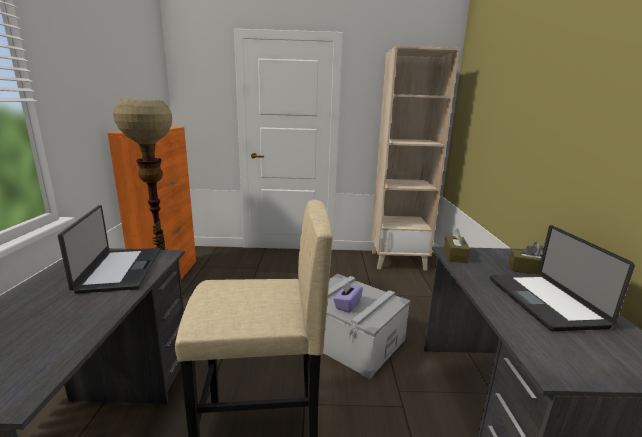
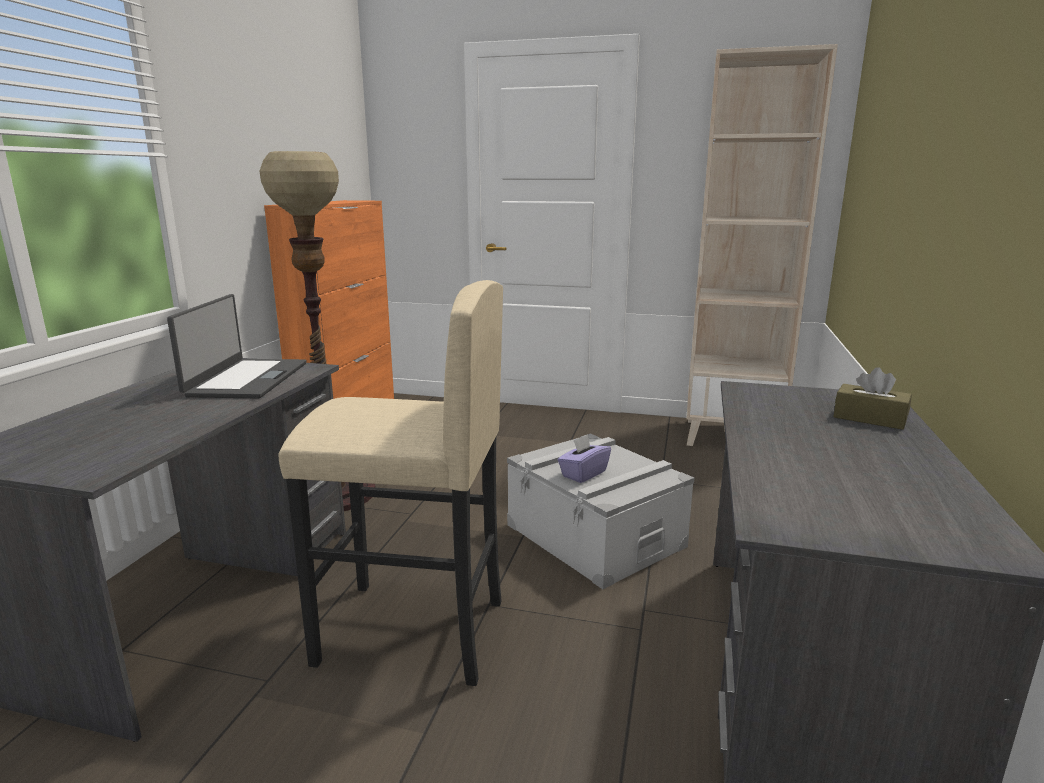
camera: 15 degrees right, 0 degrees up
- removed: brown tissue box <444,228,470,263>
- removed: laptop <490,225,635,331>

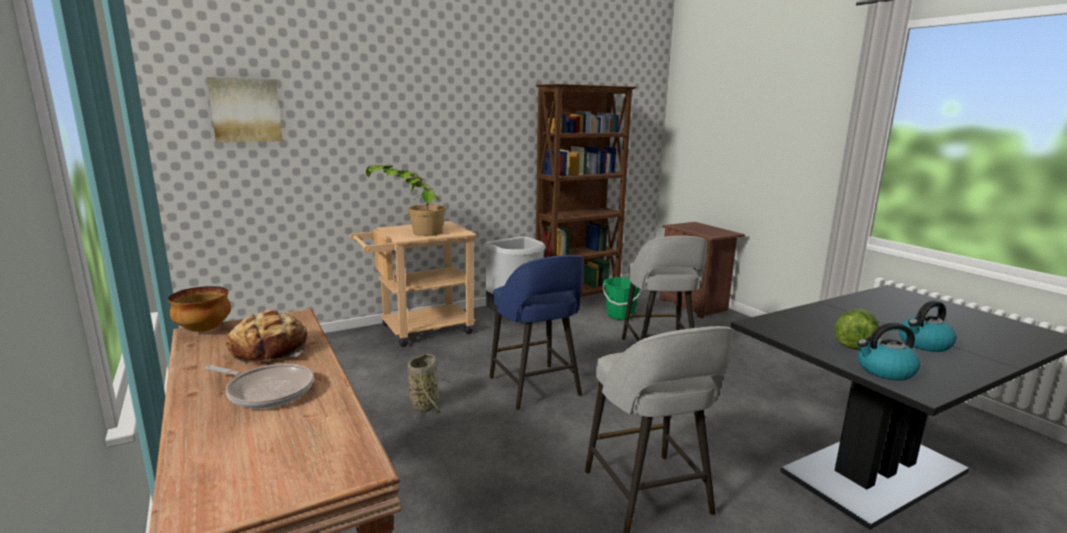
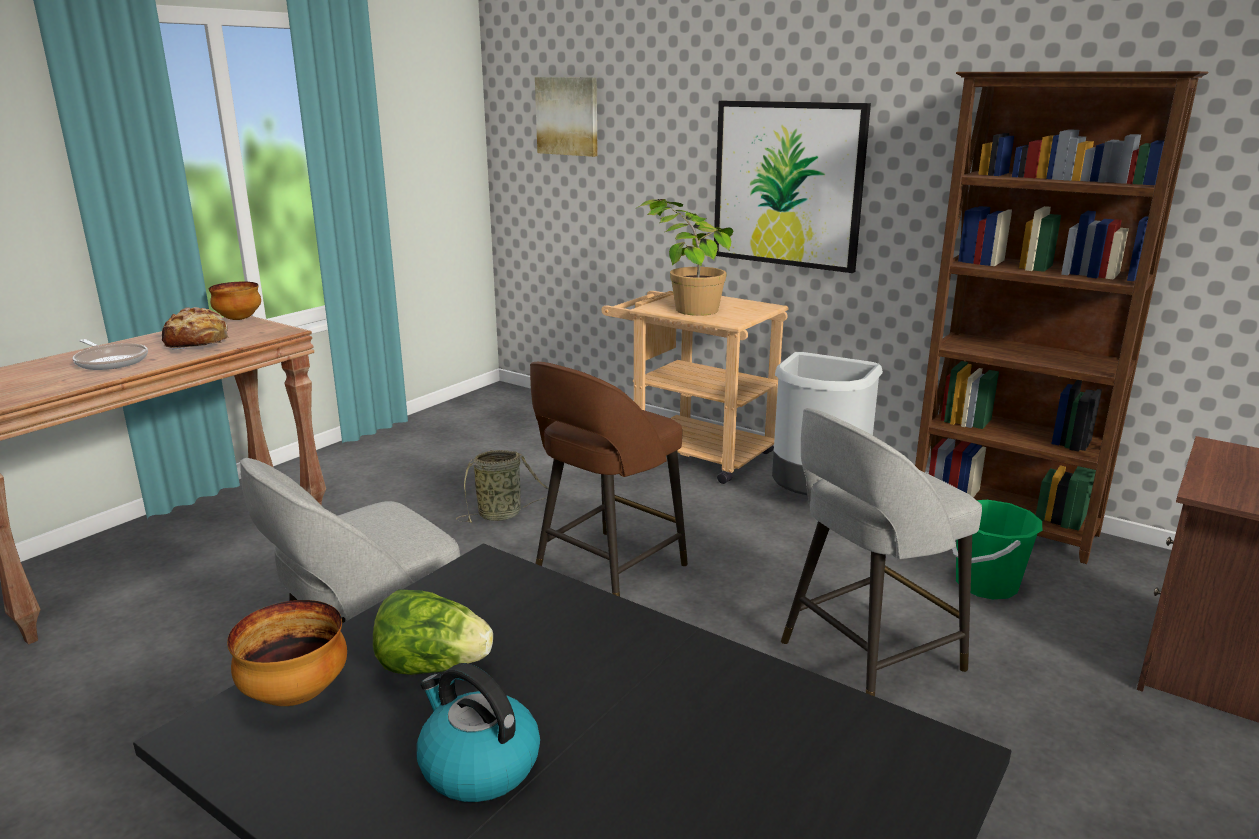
camera: 65 degrees right, 5 degrees up
- turned: frying pan <205,364,314,409> = <72,339,148,370> 45 degrees counterclockwise
- replaced: kettle <857,323,920,381> to bowl <227,600,347,706>
- recoloured: blue stool <490,255,584,410> to brown stool <530,362,688,597>
- added: picture <714,101,871,273>

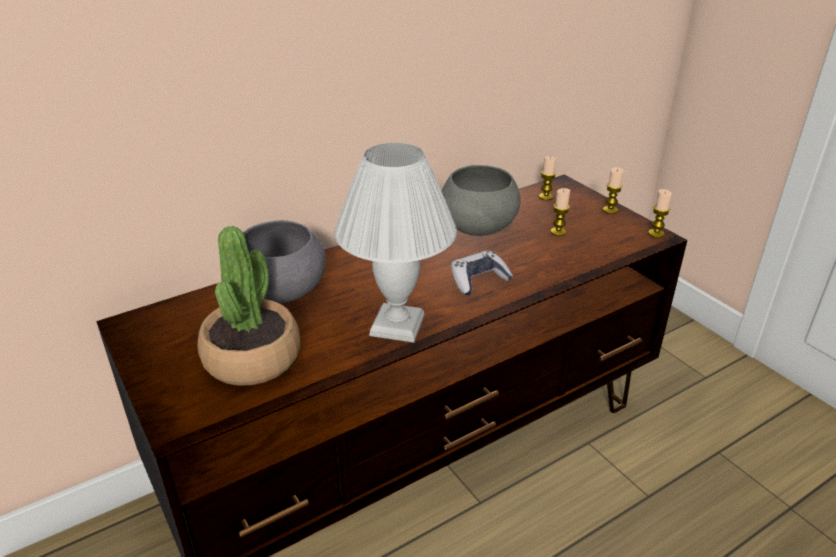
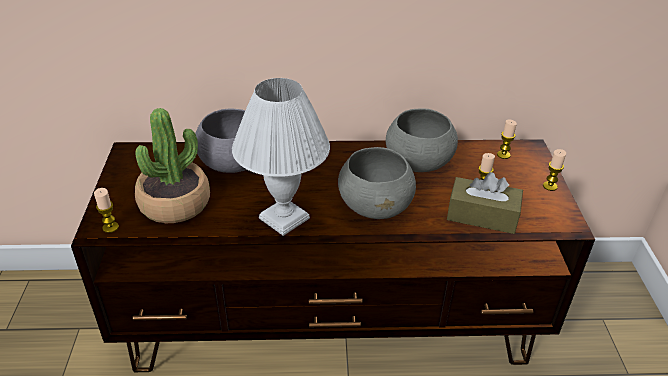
camera: 30 degrees right, 5 degrees up
- moved: candle <648,189,672,238> to <94,188,119,233>
- replaced: game controller <451,250,513,295> to grey bowl <338,147,416,219>
- added: brown tissue box <447,172,523,234>

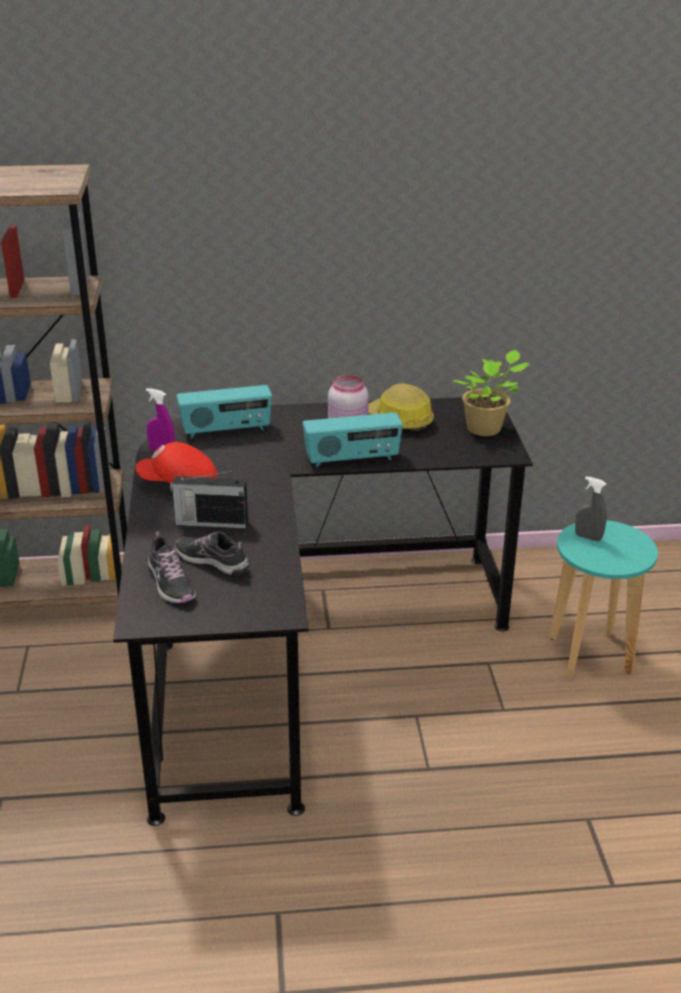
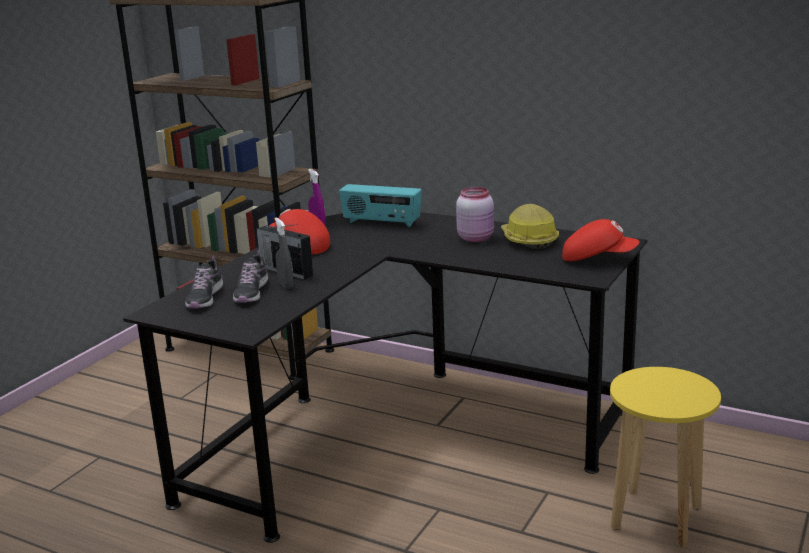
camera: 35 degrees right, 10 degrees down
- turned: shoe <175,531,249,576> = <233,251,268,302> 150 degrees counterclockwise
- moved: grey spray bottle <575,476,607,541> to <275,218,294,289>
- replaced: potted plant <453,349,530,436> to red cap <562,219,640,261>
- recoloured: turquoise stool <549,520,658,679> to yellow stool <610,367,721,548>
- removed: radio <302,412,403,467>

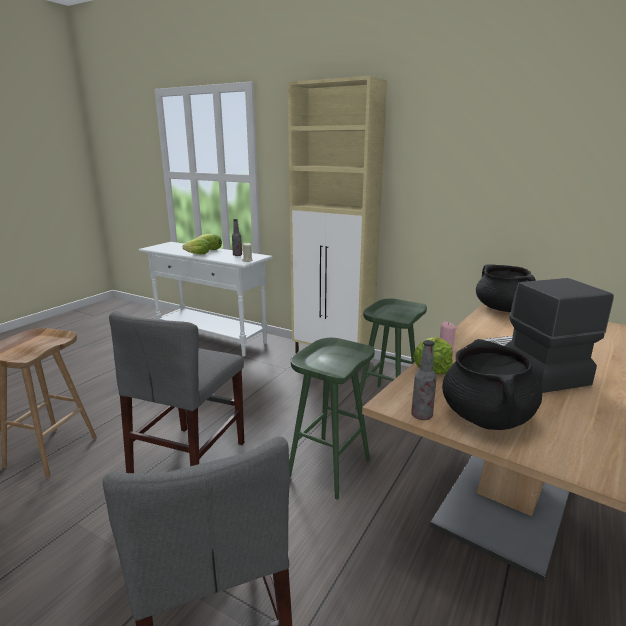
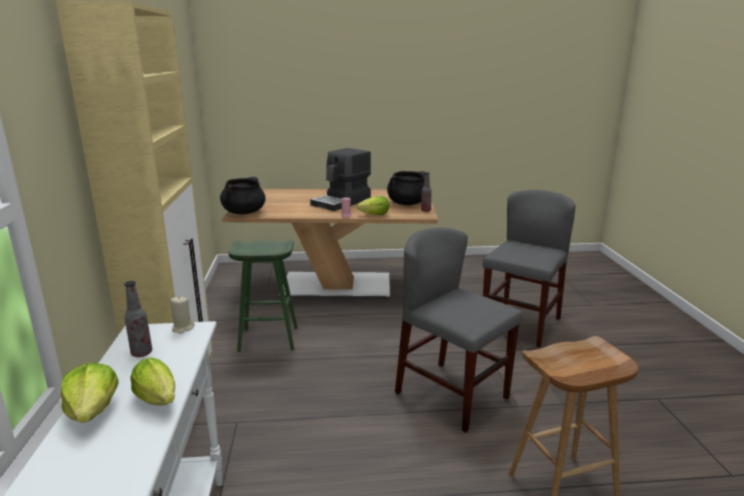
camera: 125 degrees left, 0 degrees up
- turned: grey chair <109,311,244,473> = <395,227,522,433> 120 degrees counterclockwise
- removed: green stool <289,338,375,500>

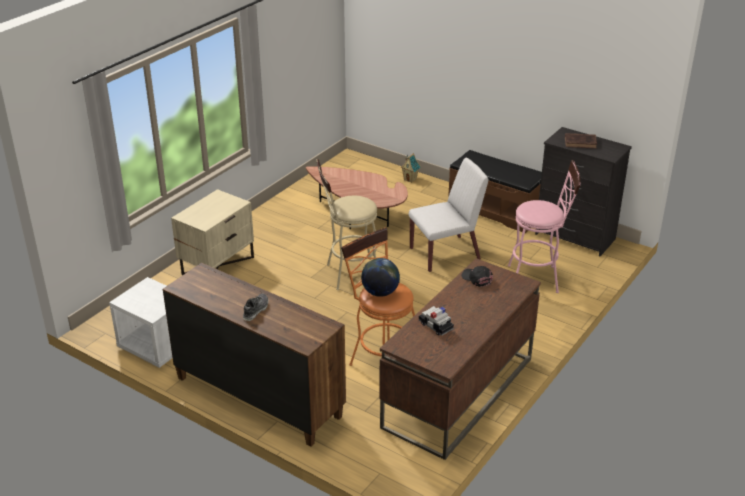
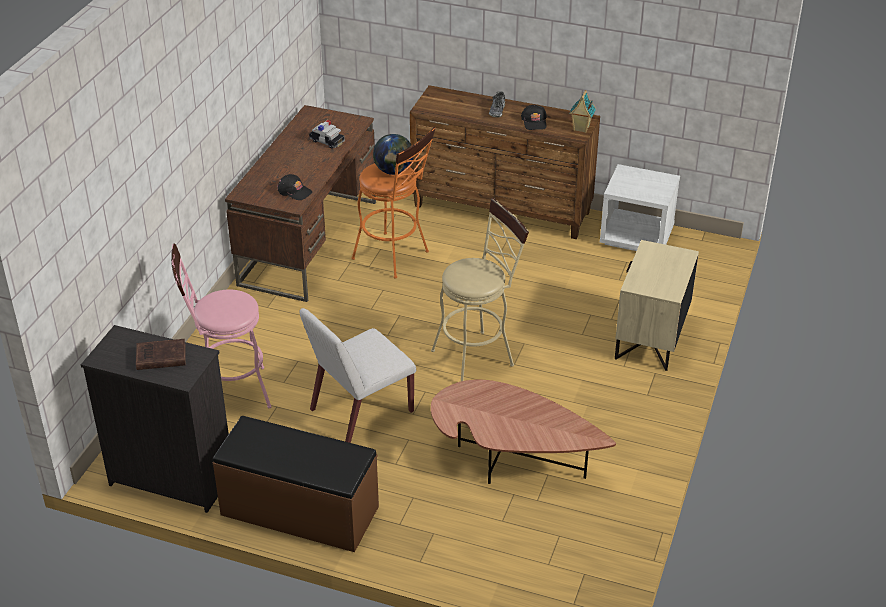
camera: 165 degrees right, 5 degrees up
- added: black cap <521,105,547,130>
- moved: toy house <401,153,420,183> to <569,90,596,133>

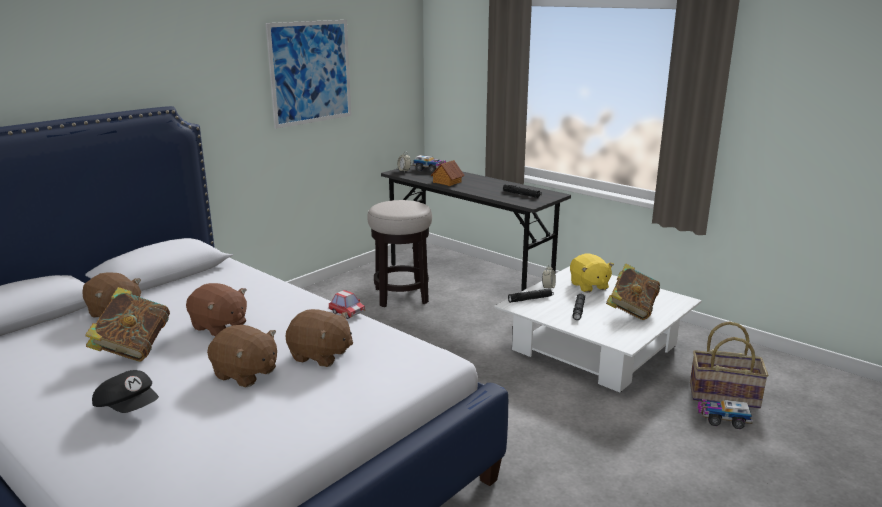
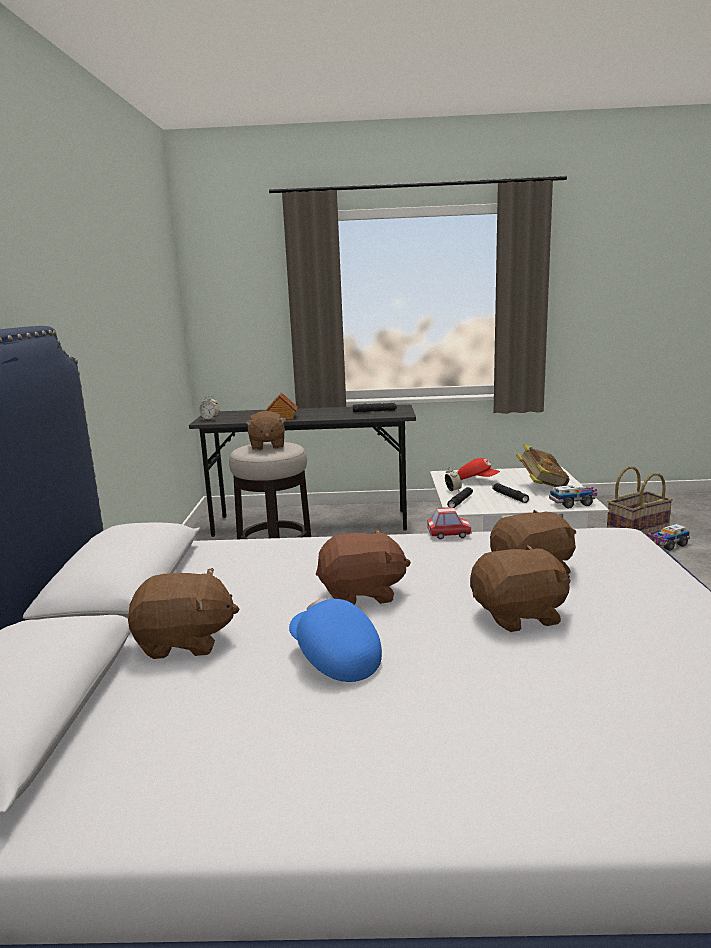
camera: 40 degrees left, 5 degrees down
- added: brown plush toy <245,411,286,451>
- replaced: book <86,287,170,362> to blue cap <289,598,382,682>
- replaced: yellow plush toy <570,253,614,292> to red cap <457,458,500,480>
- moved: toy truck <412,155,446,173> to <549,485,597,509>
- removed: black cap <92,370,159,413>
- removed: picture <266,20,351,129>

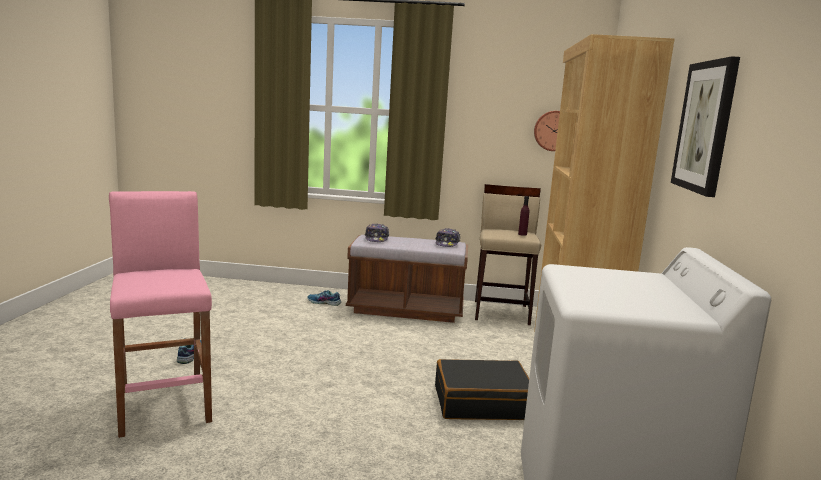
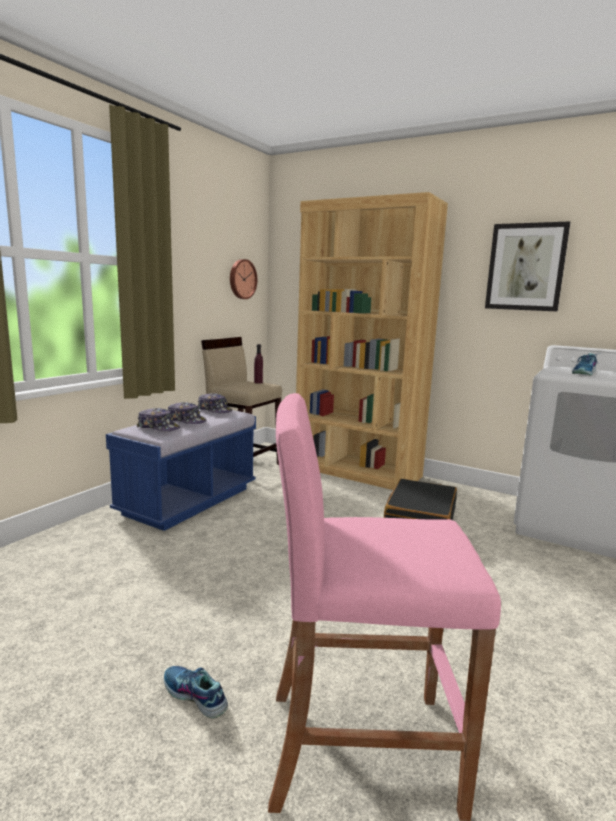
camera: 65 degrees left, 0 degrees up
- recoloured: brown bench <346,235,468,323> to blue bench <106,409,256,531>
- added: cap <168,402,207,424>
- moved: shoe <307,290,341,306> to <572,353,601,376>

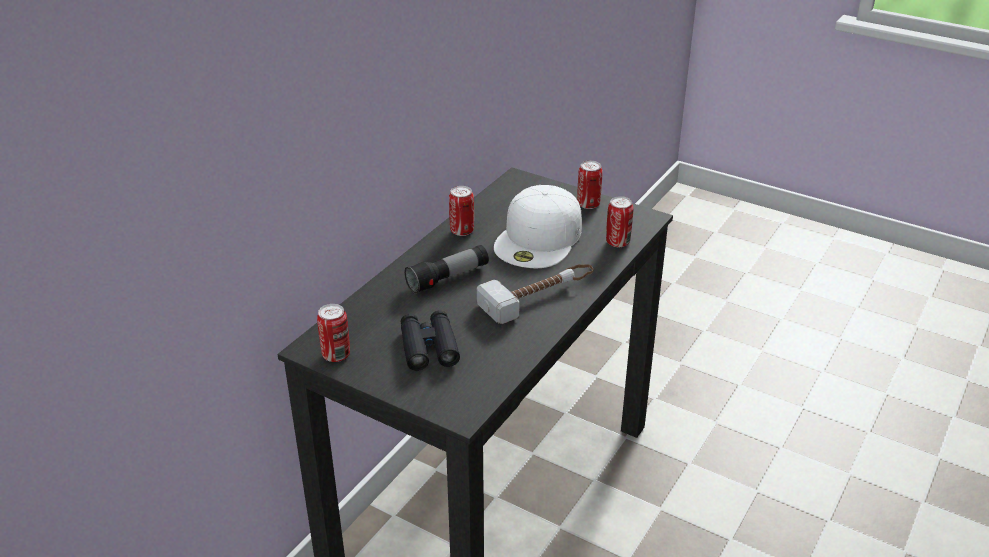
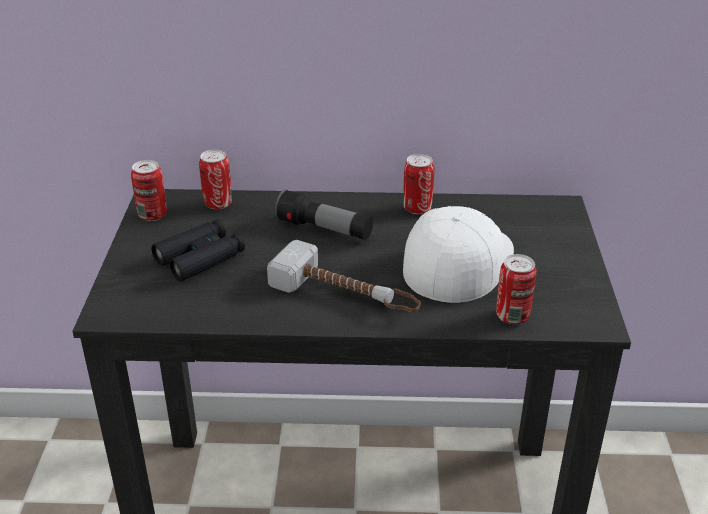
camera: 60 degrees right, 0 degrees up
- moved: can <577,161,603,209> to <199,149,232,210>
- turned: white cap <494,185,582,268> = <403,206,514,303> 120 degrees clockwise

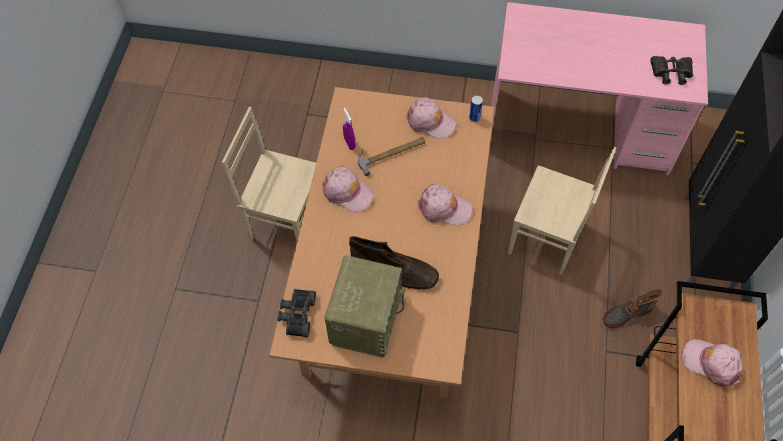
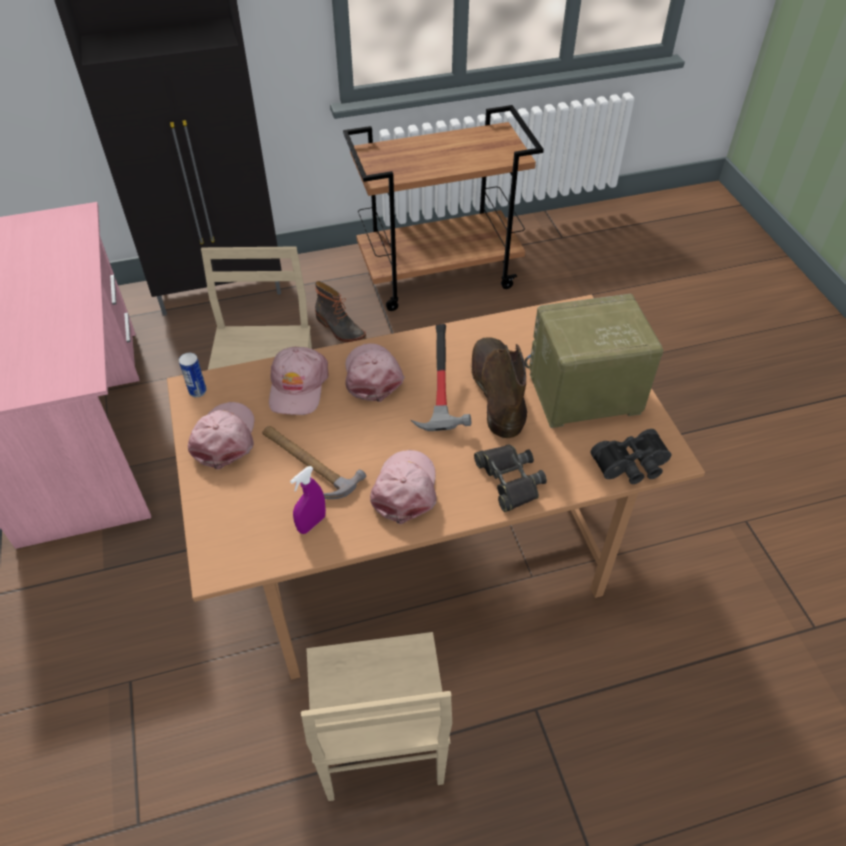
camera: 115 degrees left, 10 degrees down
- moved: pink cap <682,339,744,387> to <269,347,328,415>
- added: hammer <411,324,471,431>
- moved: black binoculars <650,56,693,85> to <474,444,547,512>

